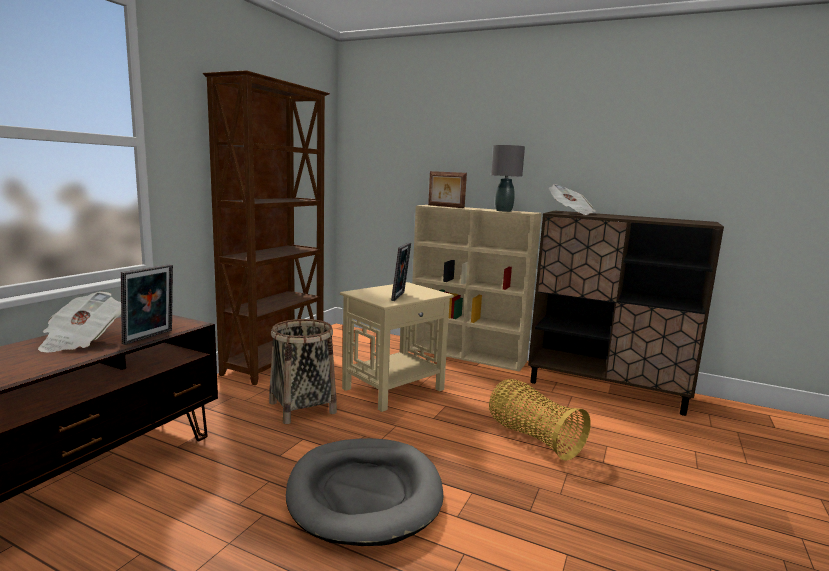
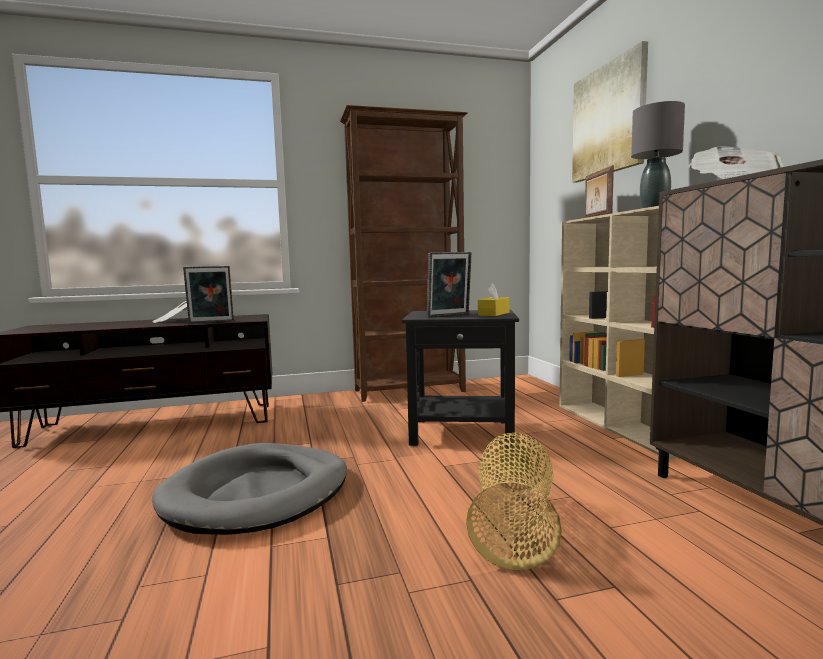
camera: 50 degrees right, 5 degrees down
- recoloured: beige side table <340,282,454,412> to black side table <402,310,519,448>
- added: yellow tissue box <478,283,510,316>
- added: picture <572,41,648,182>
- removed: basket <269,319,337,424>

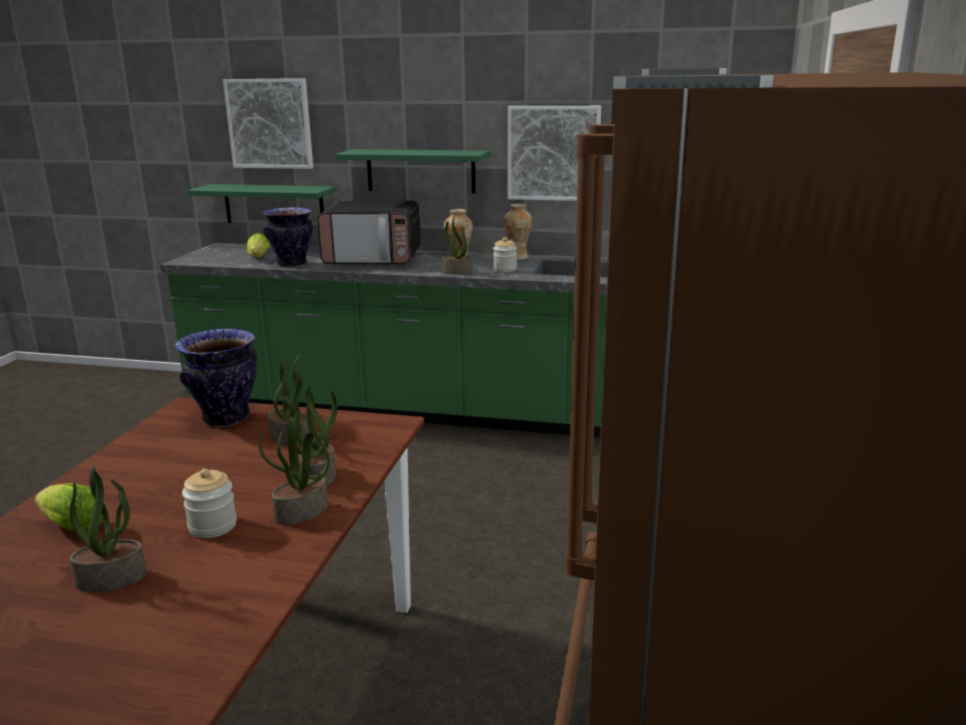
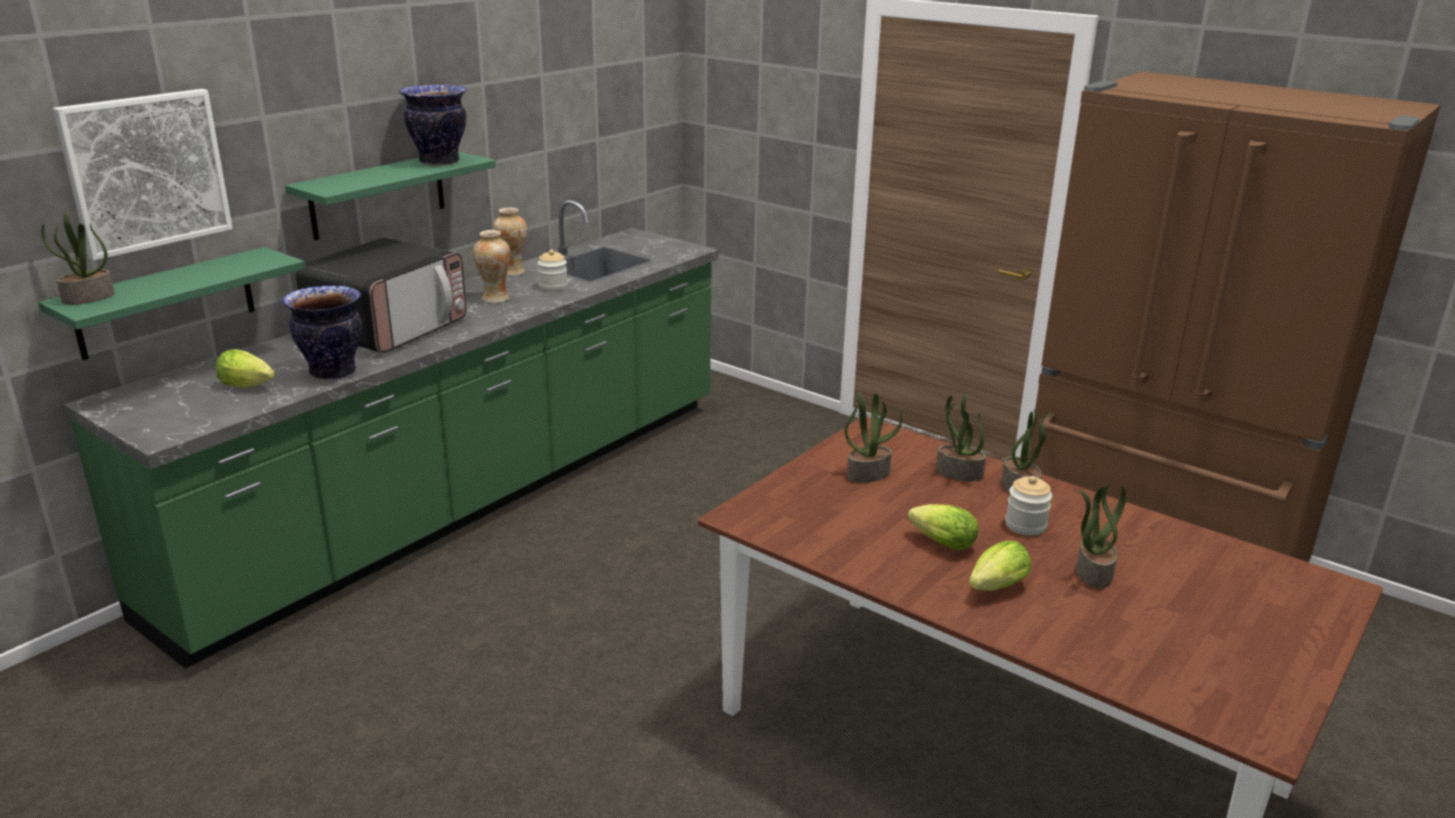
camera: 65 degrees left, 5 degrees up
- moved: potted plant <442,216,472,274> to <41,212,115,305>
- moved: vase <175,328,257,427> to <399,84,467,166>
- added: lettuce <908,504,978,550>
- removed: picture <508,106,601,201>

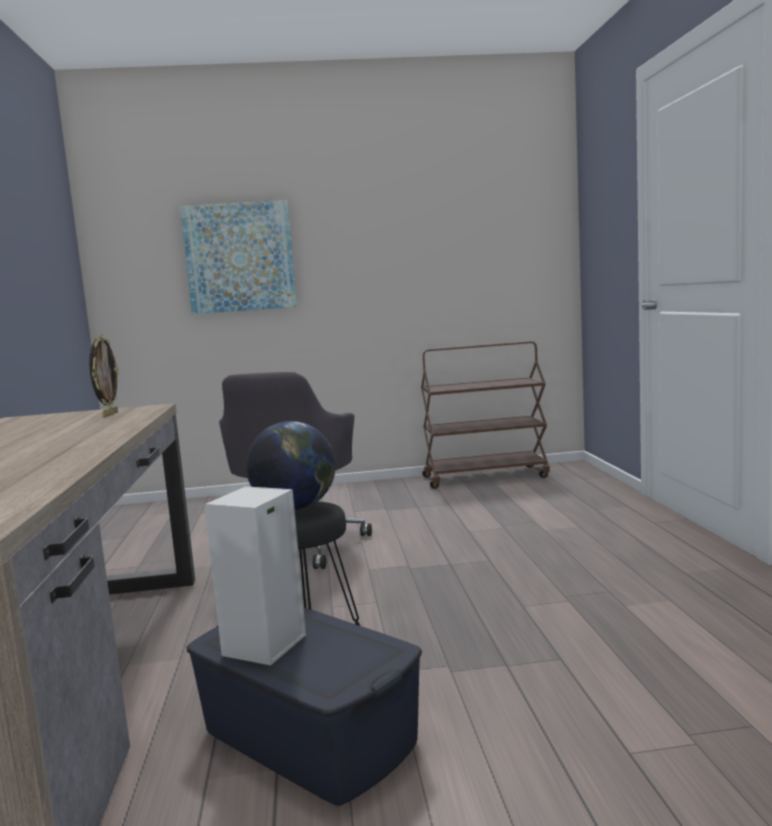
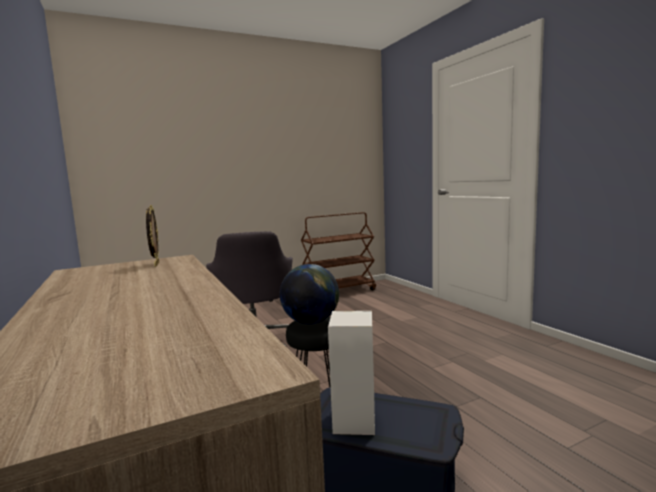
camera: 20 degrees left, 0 degrees up
- removed: picture <180,200,297,314>

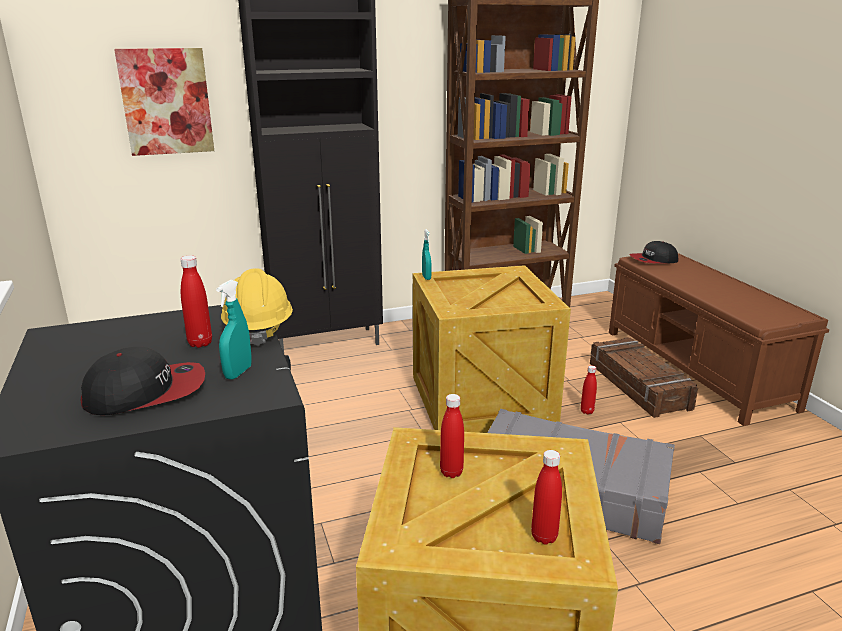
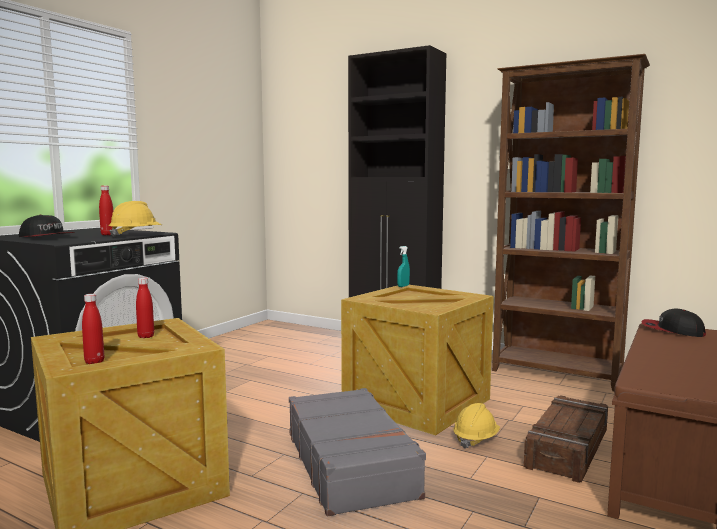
camera: 50 degrees right, 15 degrees down
- replaced: red bottle <581,366,597,415> to yellow hard hat <453,403,500,449>
- removed: picture <114,48,214,156>
- removed: turquoise spray bottle <216,280,252,379>

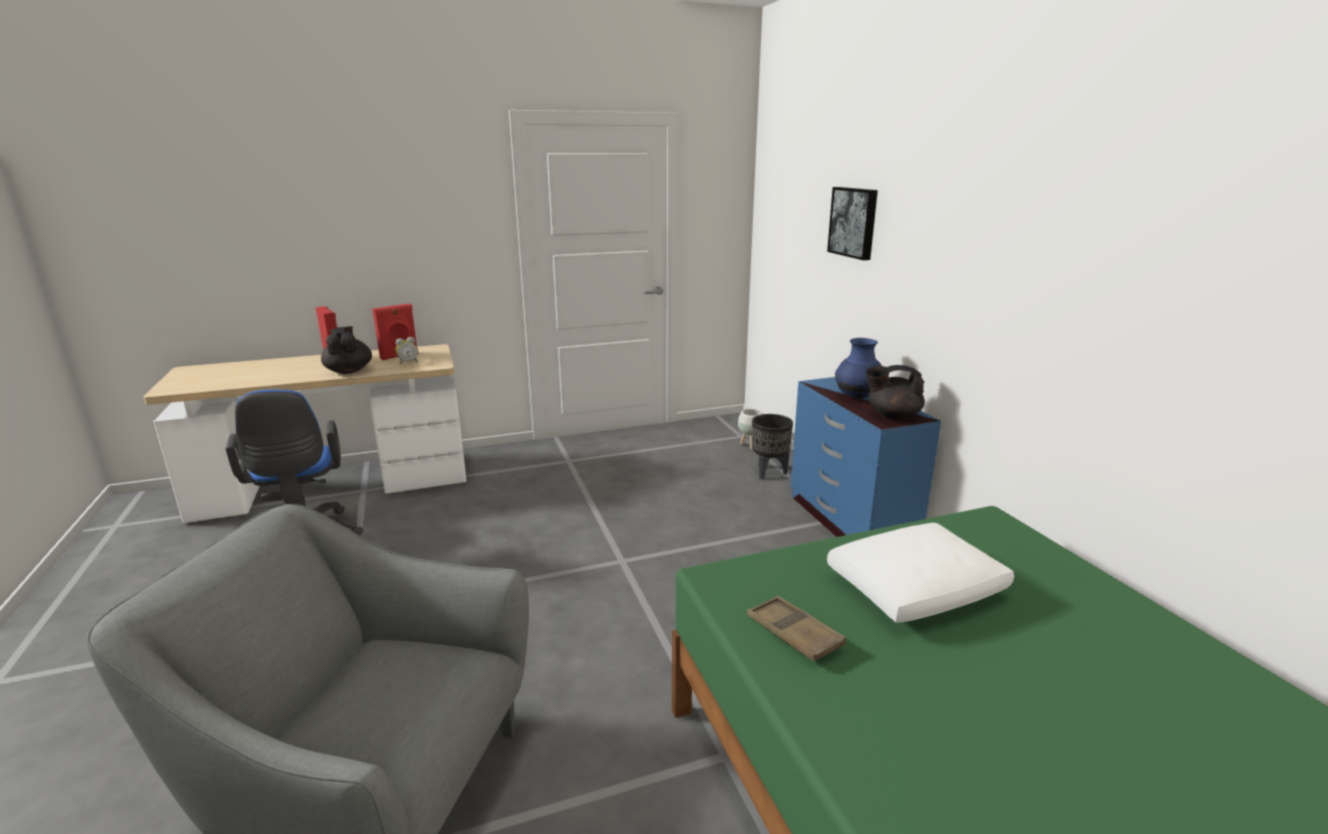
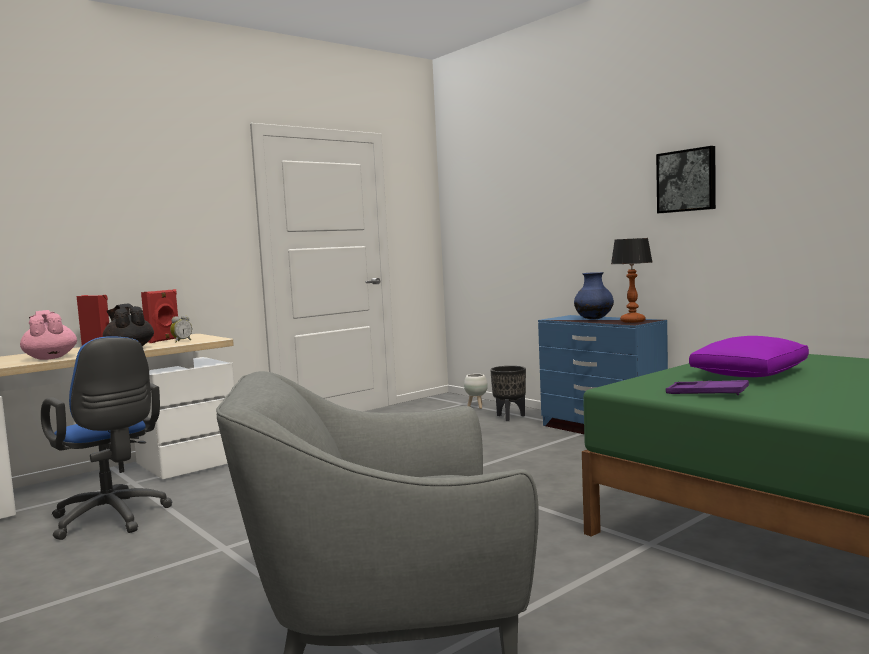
camera: 20 degrees left, 15 degrees down
- added: pink teapot <20,310,77,360>
- replaced: black teapot <866,365,925,420> to table lamp <611,238,652,323>
- moved: picture <827,187,878,260> to <656,146,716,213>
- recoloured: brown tray <747,596,846,661> to purple tray <666,380,749,395>
- recoloured: white pillow <827,523,1014,623> to purple pillow <689,336,809,377>

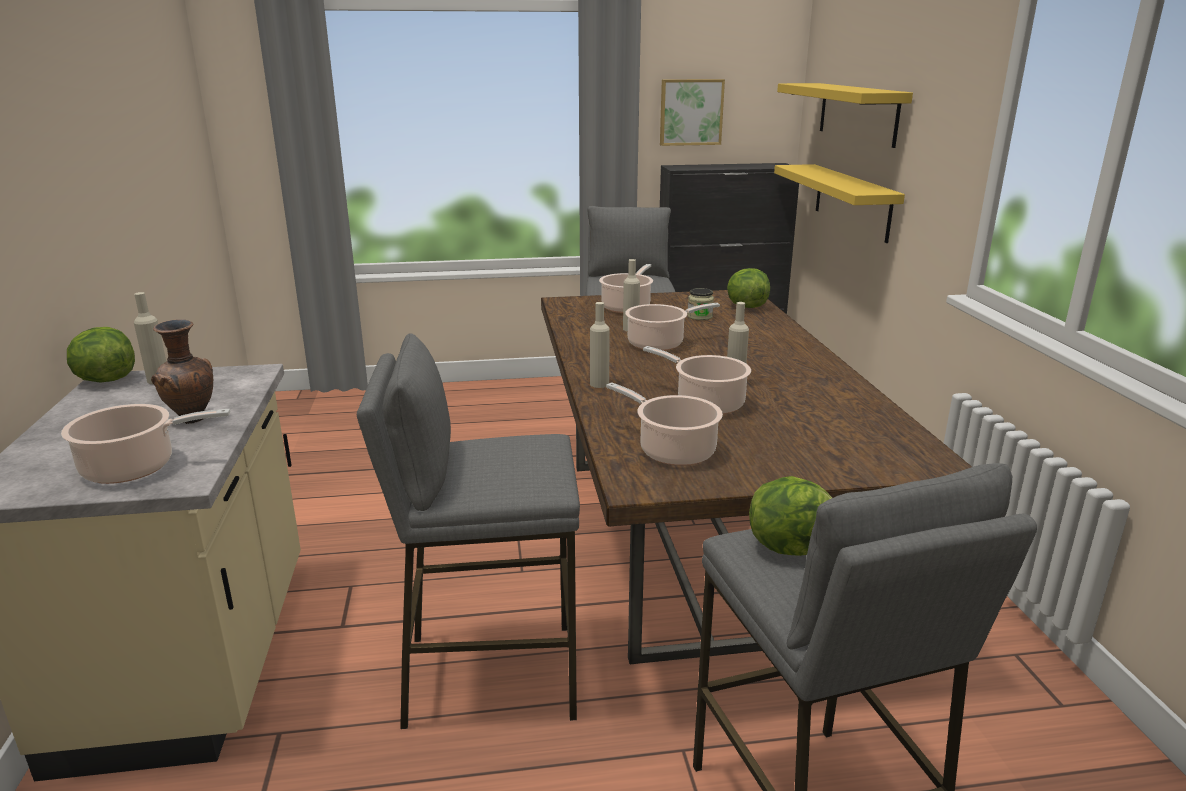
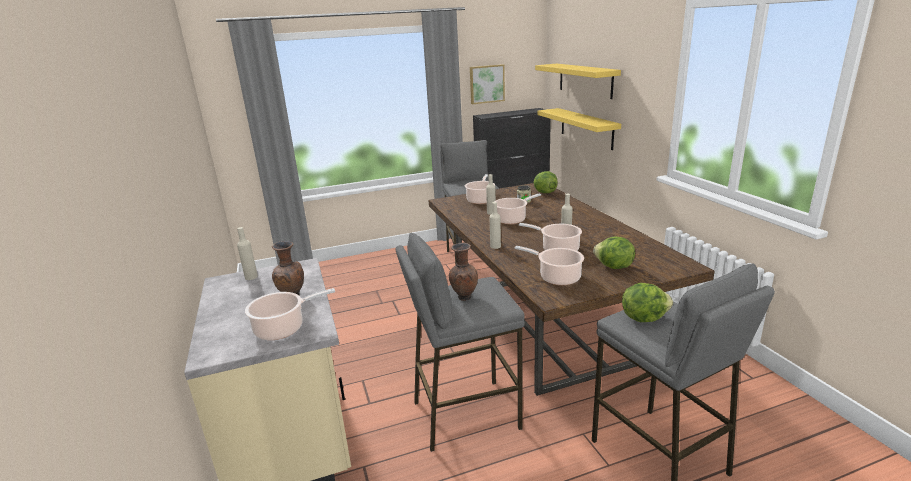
camera: 10 degrees left, 0 degrees up
- added: brown vase <449,243,478,301>
- moved: lettuce <67,327,135,383> to <593,237,635,269>

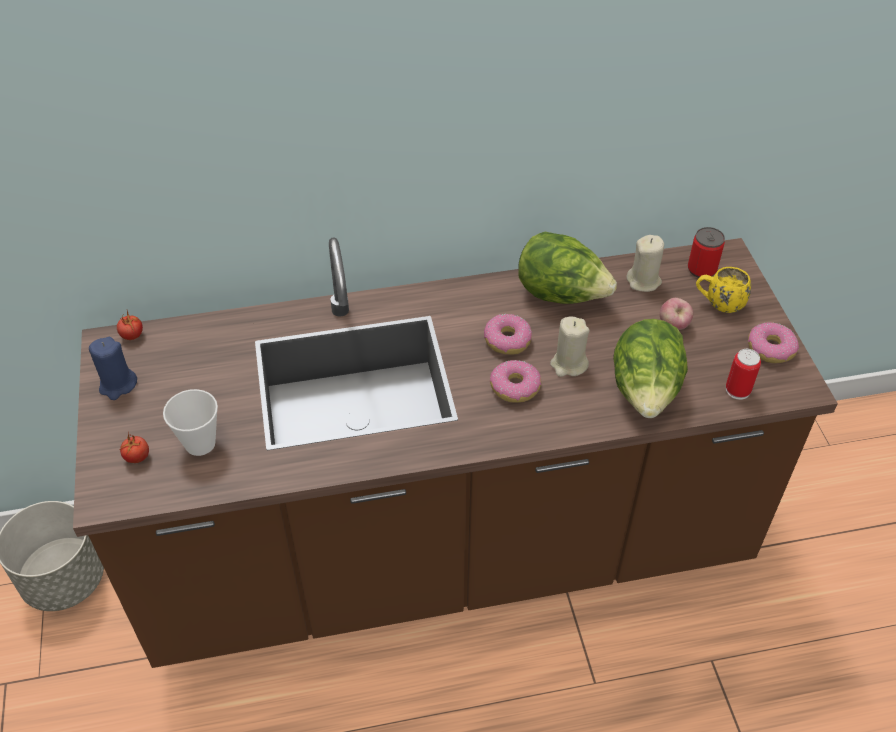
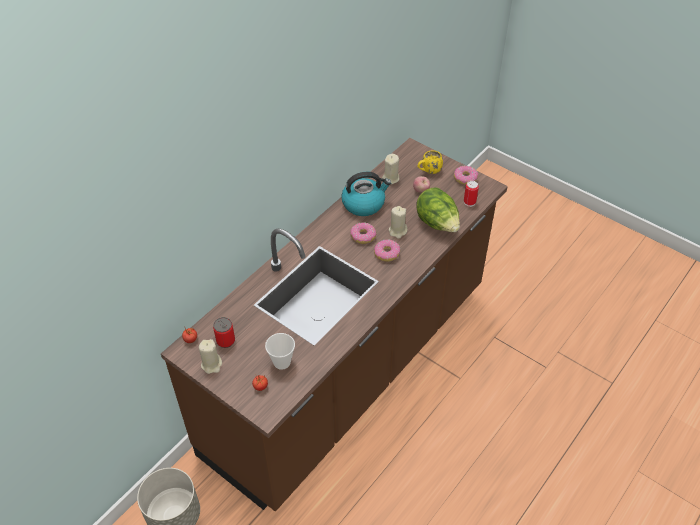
camera: 40 degrees left, 0 degrees up
- recoloured: blue candle <89,337,137,400> to beige candle <199,339,222,374>
- moved: can <688,227,725,278> to <213,317,235,348>
- replaced: lettuce <518,232,617,304> to kettle <341,172,391,216>

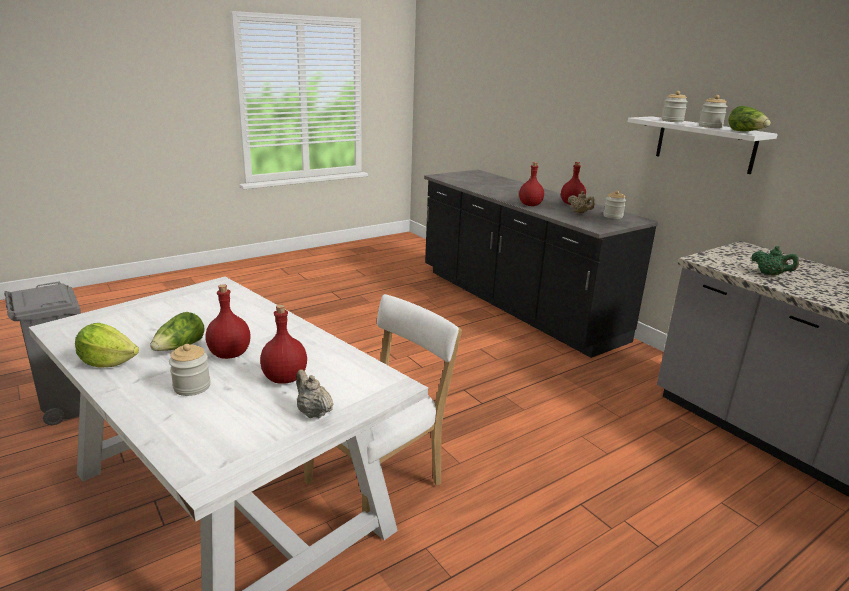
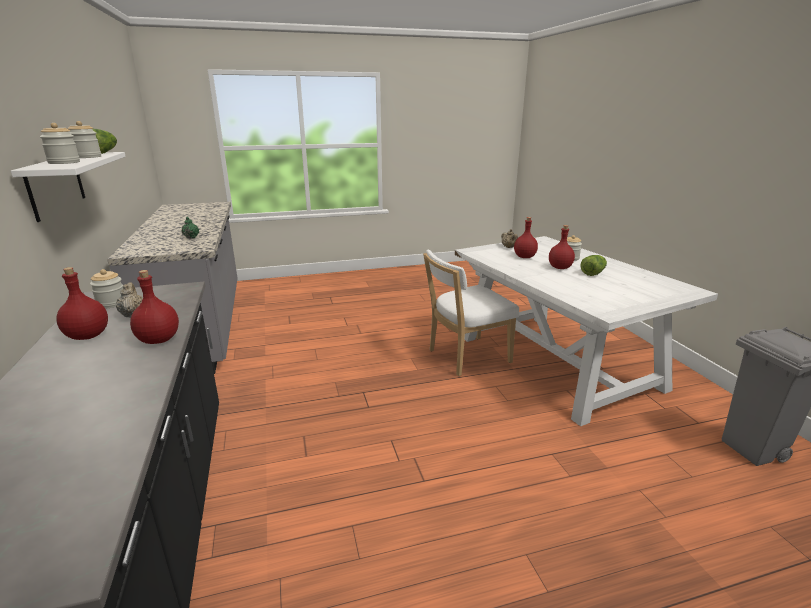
camera: 160 degrees left, 0 degrees up
- removed: lettuce <75,323,139,368>

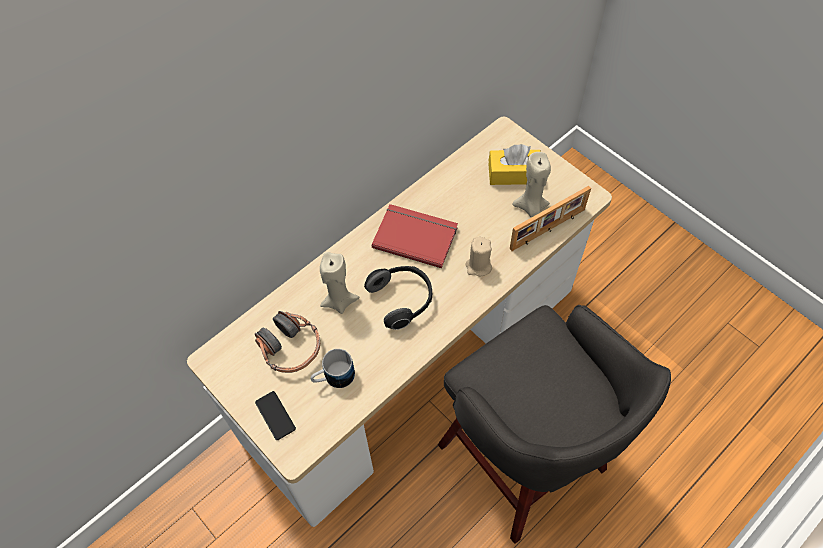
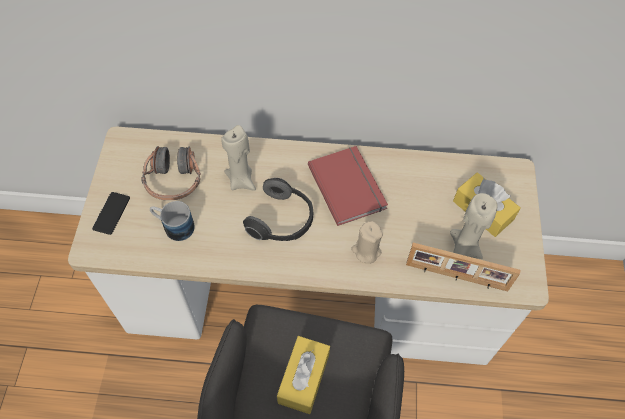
camera: 45 degrees right, 0 degrees up
- added: yellow tissue box <277,336,330,414>

